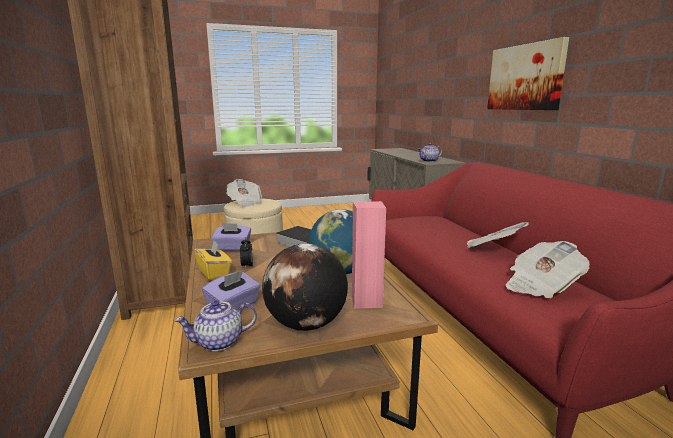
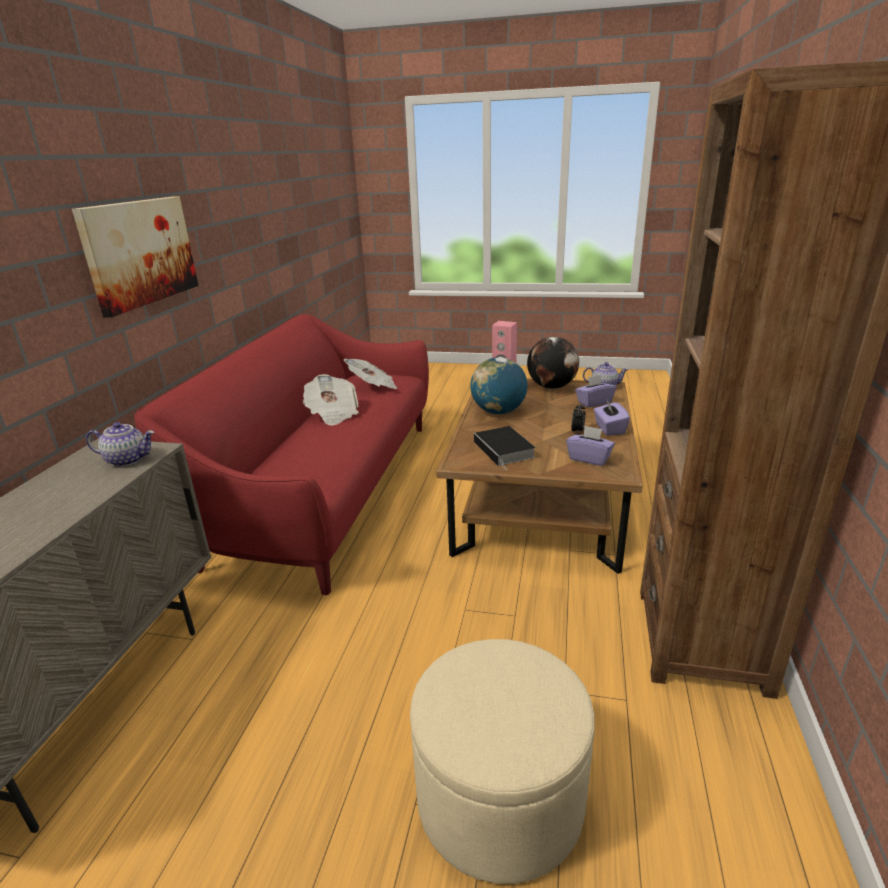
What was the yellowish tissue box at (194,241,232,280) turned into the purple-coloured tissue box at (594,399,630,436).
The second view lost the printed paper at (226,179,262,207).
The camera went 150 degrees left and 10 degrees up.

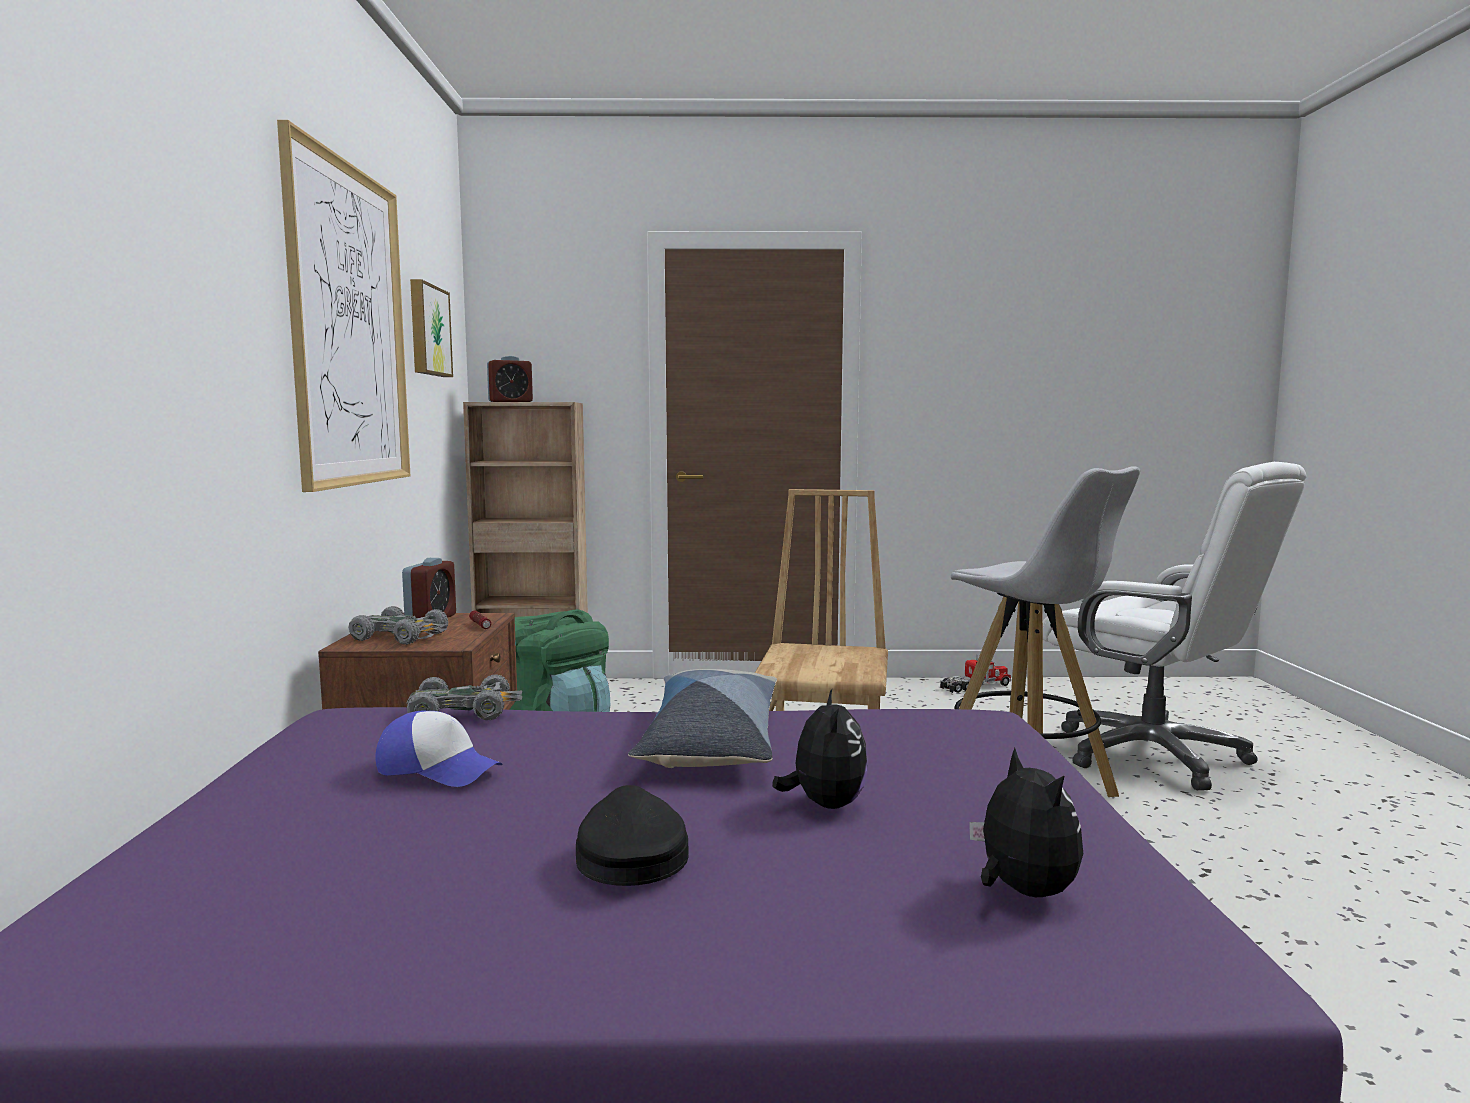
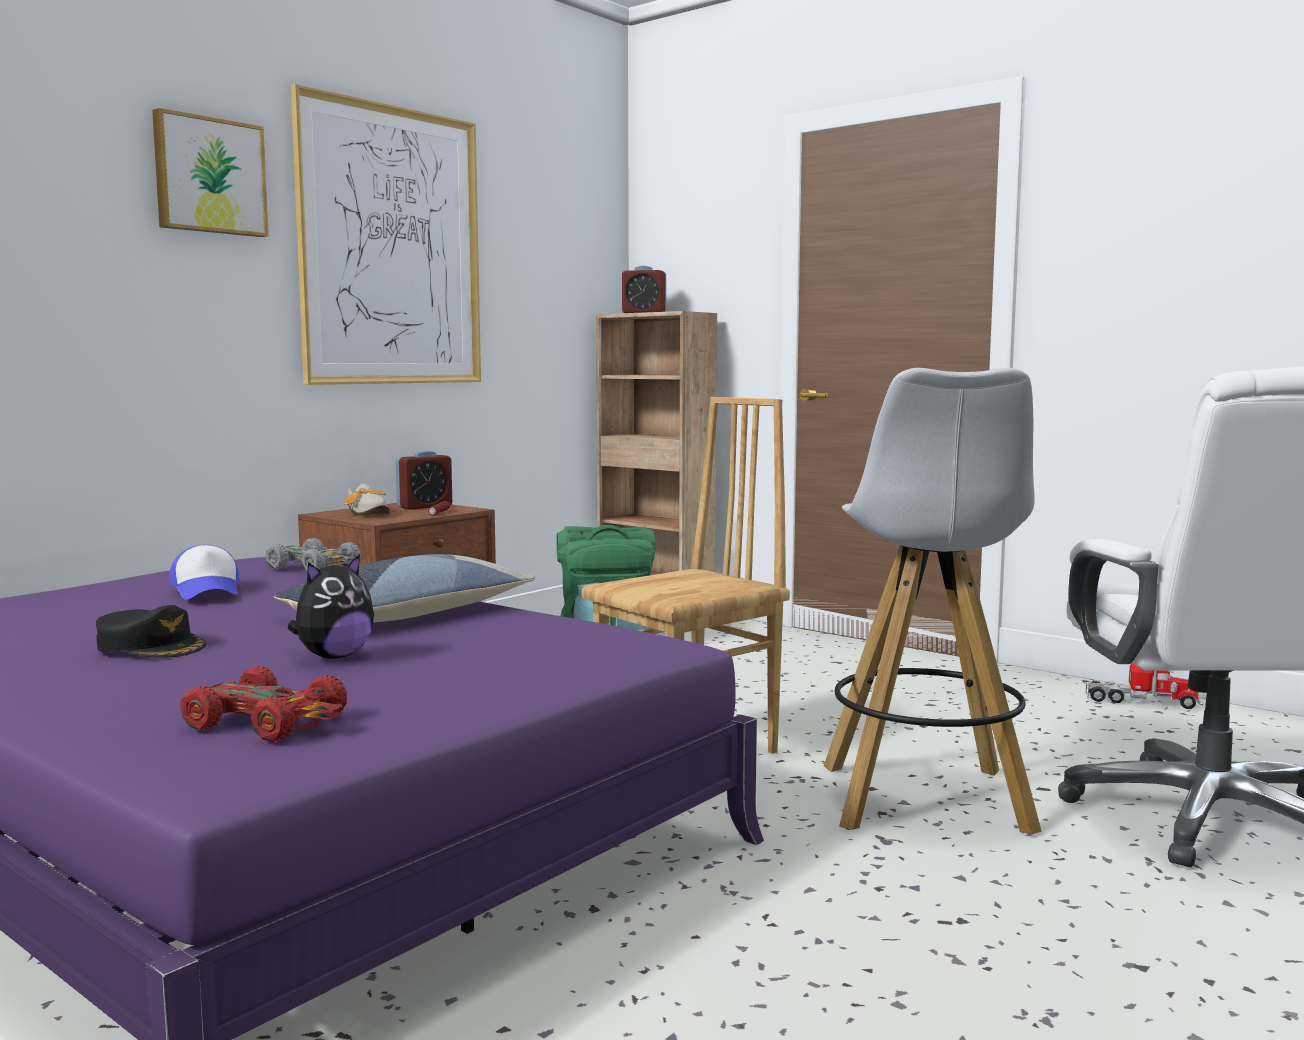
The blackish peaked cap at (576,785,688,886) ended up facing another way, 90 degrees clockwise from before.
The wall art ended up elsewhere, having gone from (410,279,453,377) to (152,108,269,237).
Where the plush toy stood at (969,748,1083,897), the red model car came to stand at (180,666,347,742).
Where the grey model car stood at (348,606,448,645), the shoe came to stand at (343,482,390,515).
The camera went 40 degrees right and 0 degrees up.

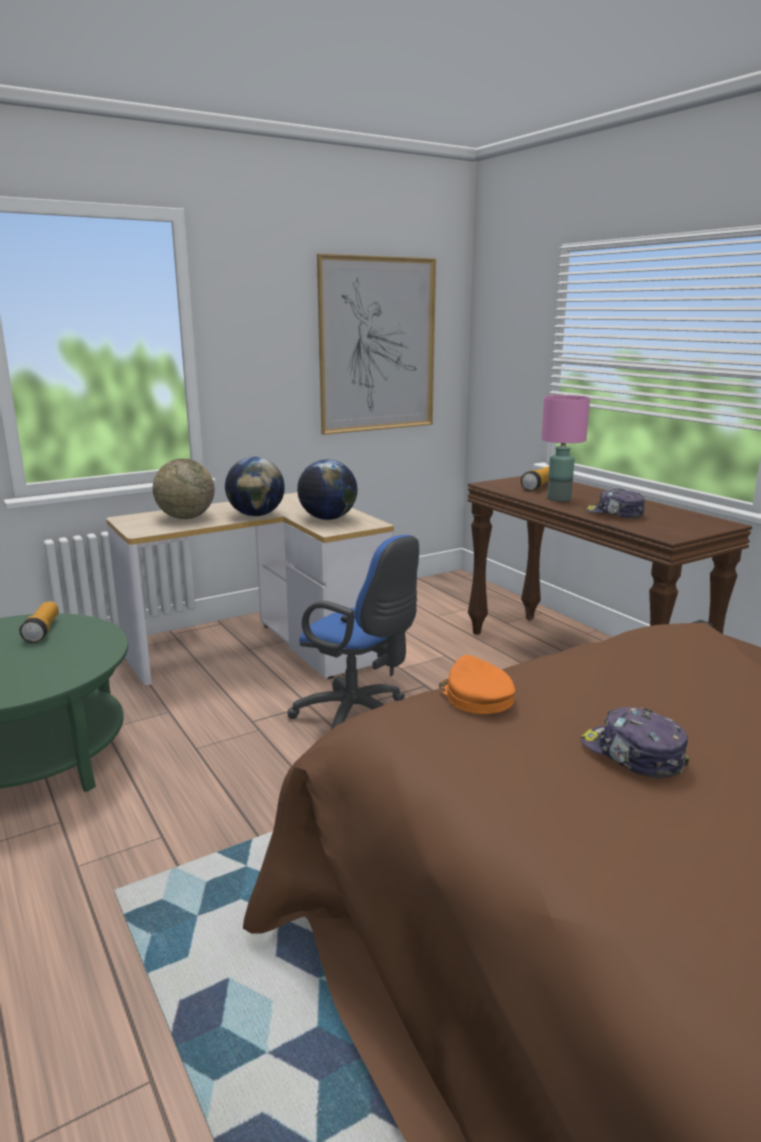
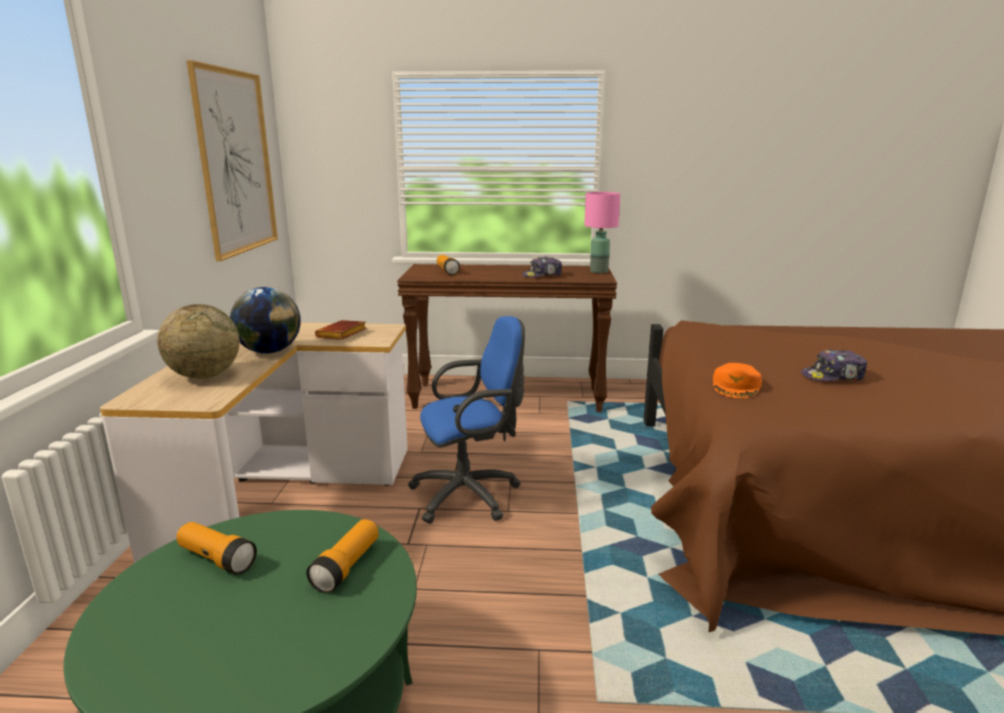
The second view gained the torch at (306,519,379,593).
Where the desk globe stood at (297,459,358,520), the brownish bound book came to stand at (315,320,367,340).
The pinkish table lamp ended up elsewhere, having gone from (541,395,590,501) to (584,192,620,273).
The orange-coloured peaked cap at (439,655,515,714) ended up facing another way, 75 degrees counterclockwise from before.
The camera went 55 degrees left and 0 degrees up.

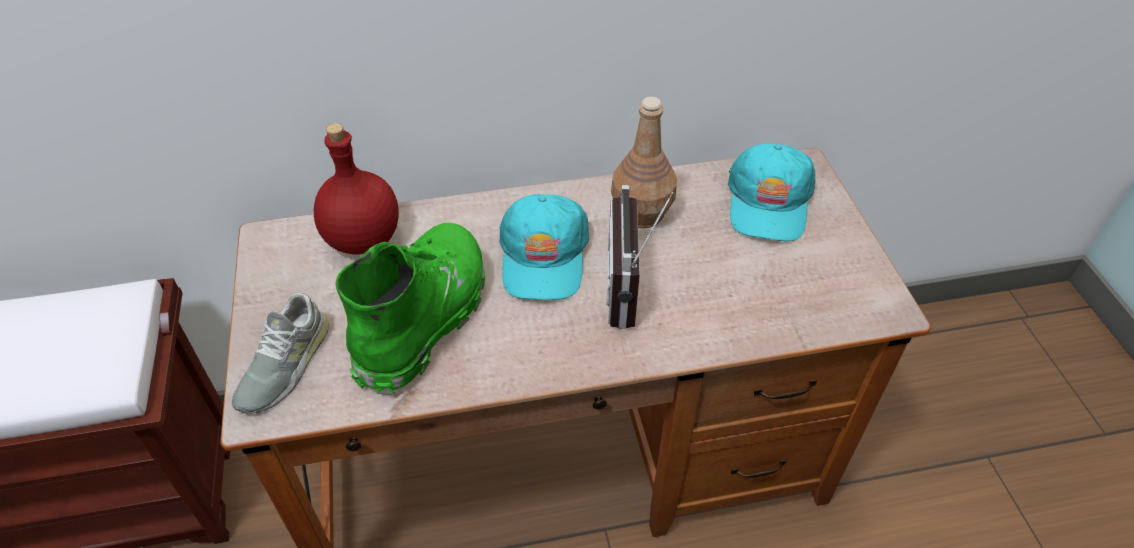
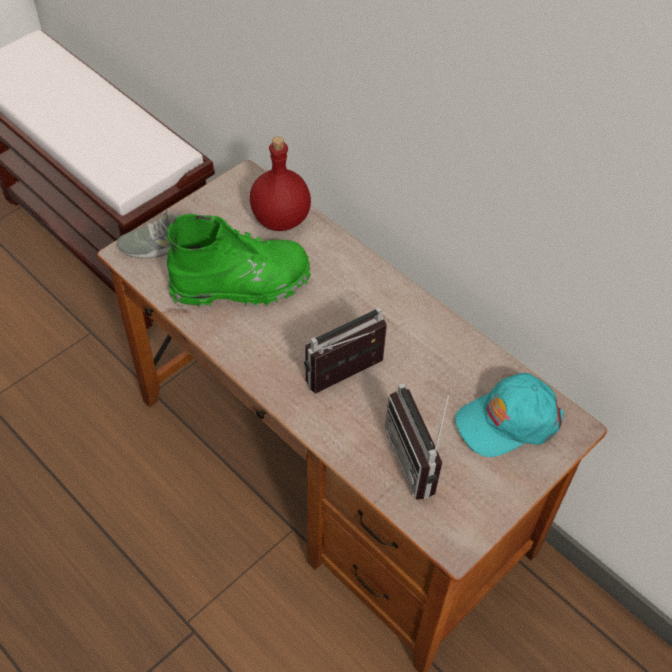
The second view gained the radio receiver at (385,383,451,500).
The second view lost the turquoise peaked cap at (499,194,589,300).
The second view lost the brownish bottle at (611,97,677,228).
The camera went 55 degrees right and 5 degrees up.

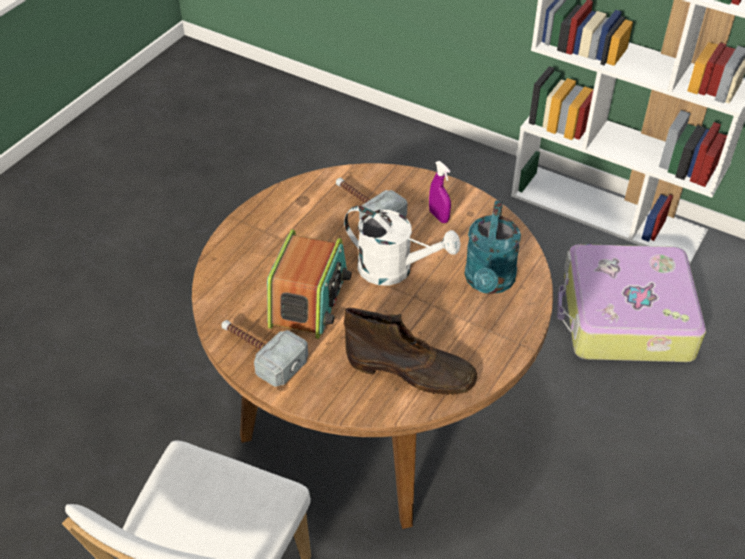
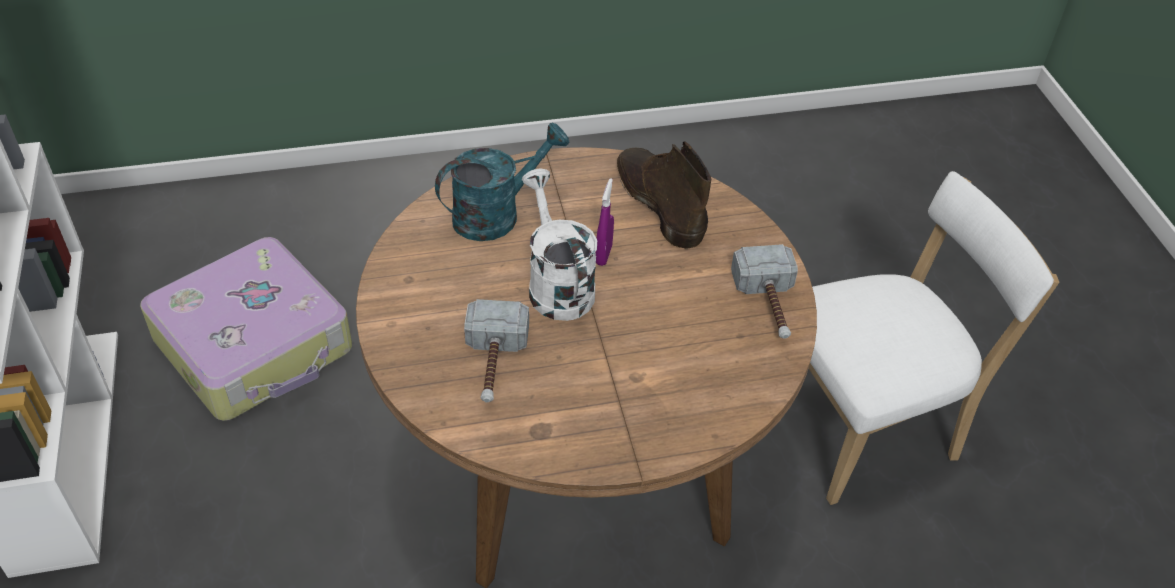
The purple-coloured spray bottle ended up elsewhere, having gone from (429,161,451,223) to (596,178,614,266).
The second view lost the radio receiver at (267,229,352,339).
The camera went 135 degrees left and 0 degrees up.

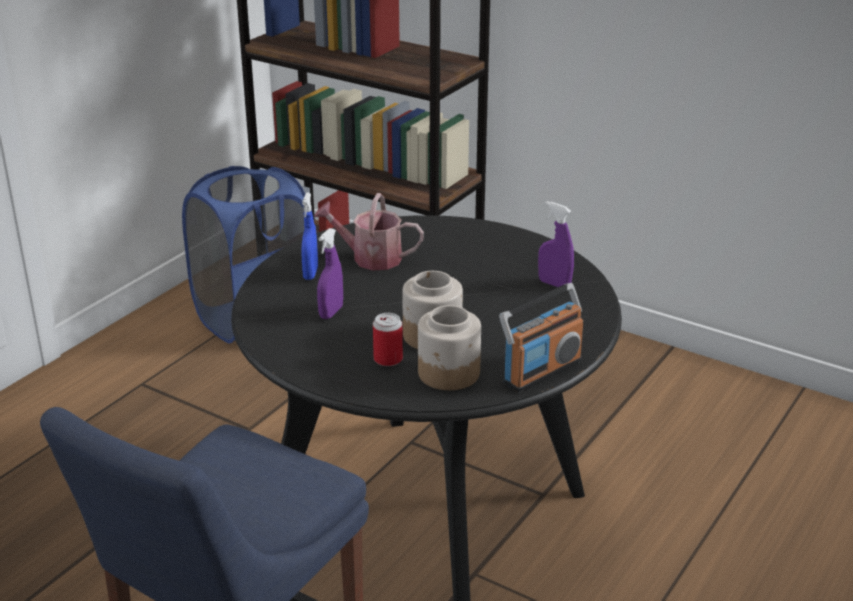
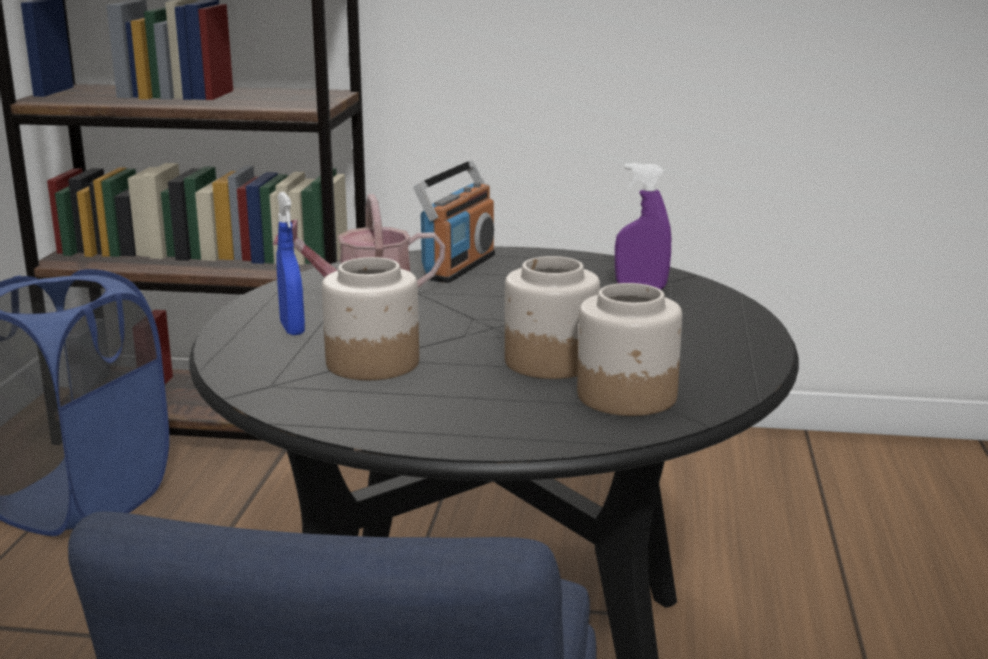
Where the purple-coloured spray bottle stood at (317,228,343,319), the storage jar came to stand at (322,257,419,380).
The radio receiver ended up elsewhere, having gone from (499,283,584,392) to (413,160,495,283).
The second view lost the can at (373,313,403,366).
The camera went 25 degrees left and 10 degrees down.

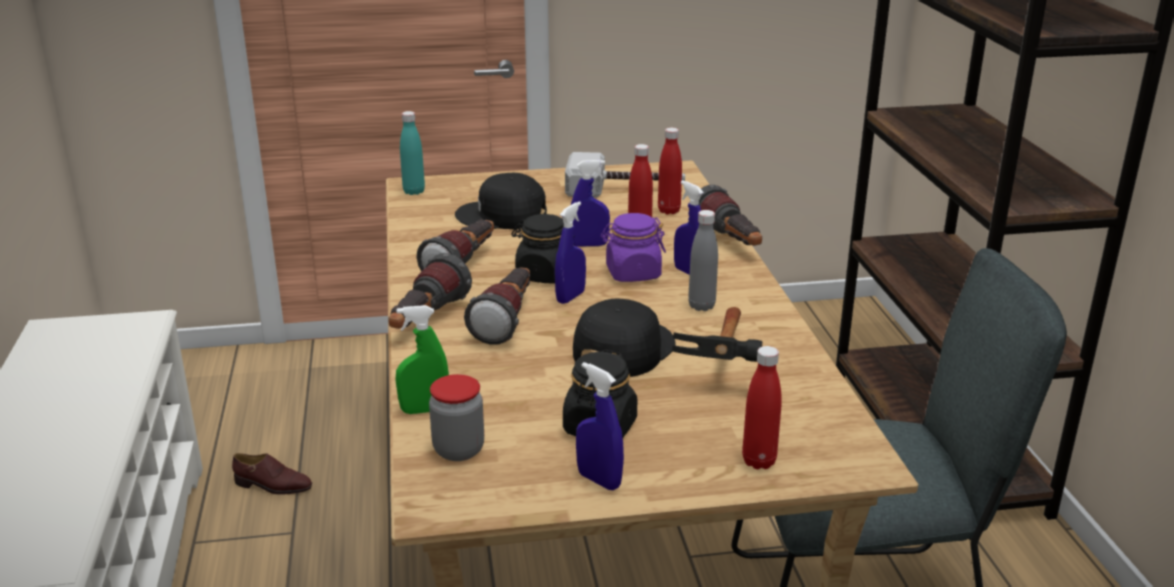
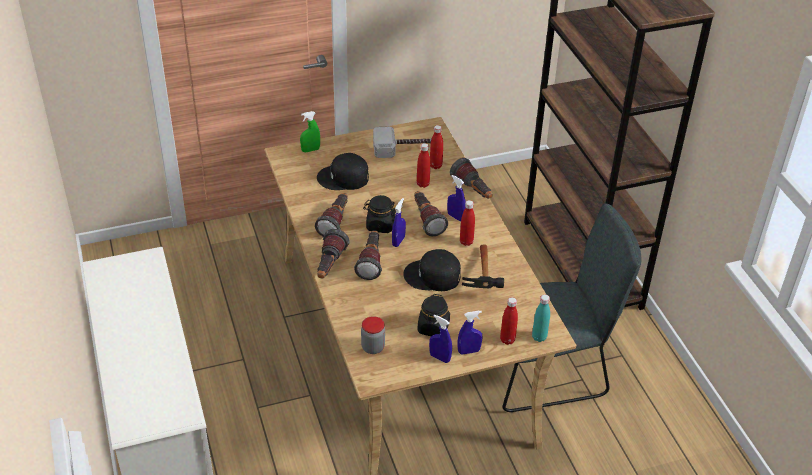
The greenish spray bottle ended up elsewhere, having gone from (395,305,449,414) to (300,111,320,152).
The blackish peaked cap at (573,299,676,377) ended up facing another way, 105 degrees counterclockwise from before.
Where the purple-coloured storage jar stood at (601,213,666,282), the torch came to stand at (414,191,448,236).
The blue spray bottle ended up elsewhere, having gone from (571,160,610,246) to (458,310,482,355).
What was the grey bottle at (688,210,718,311) turned into the red bottle at (460,200,475,246).
The turquoise bottle ended up elsewhere, having gone from (400,111,425,195) to (532,294,550,342).
The second view lost the brownish shoe at (232,453,312,495).
The camera went 10 degrees left and 15 degrees up.

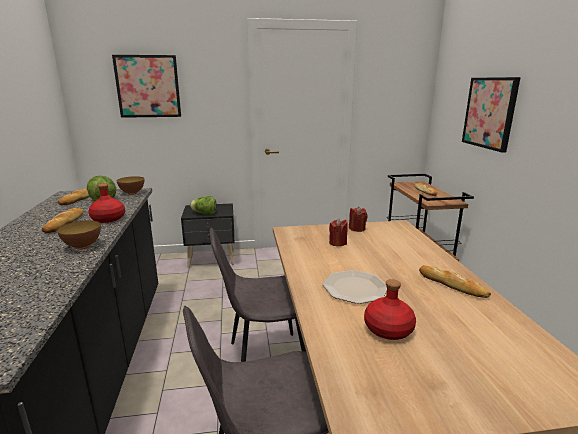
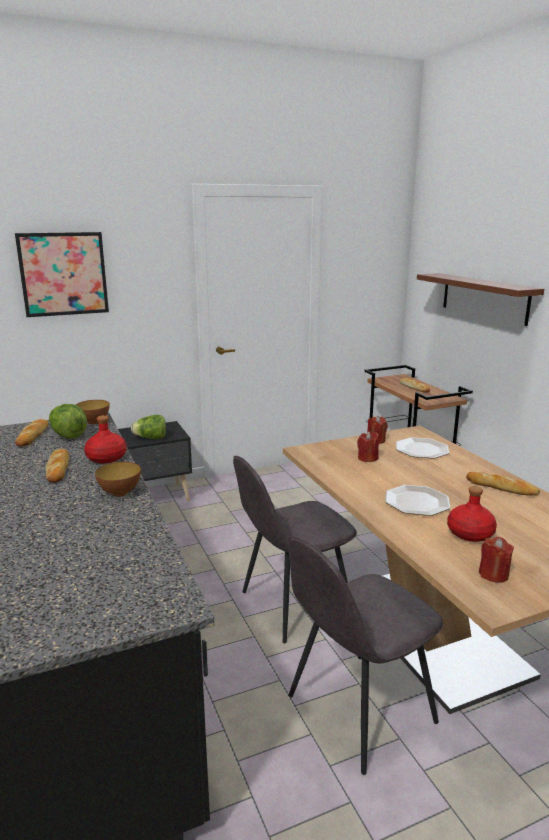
The second view gained the flat dish at (396,437,449,459).
Where the wall art hung at (462,77,521,152), the brownish bracket shelf came to hang at (417,273,544,326).
The second view gained the red wax candle at (479,537,514,583).
The camera went 15 degrees left and 0 degrees up.

